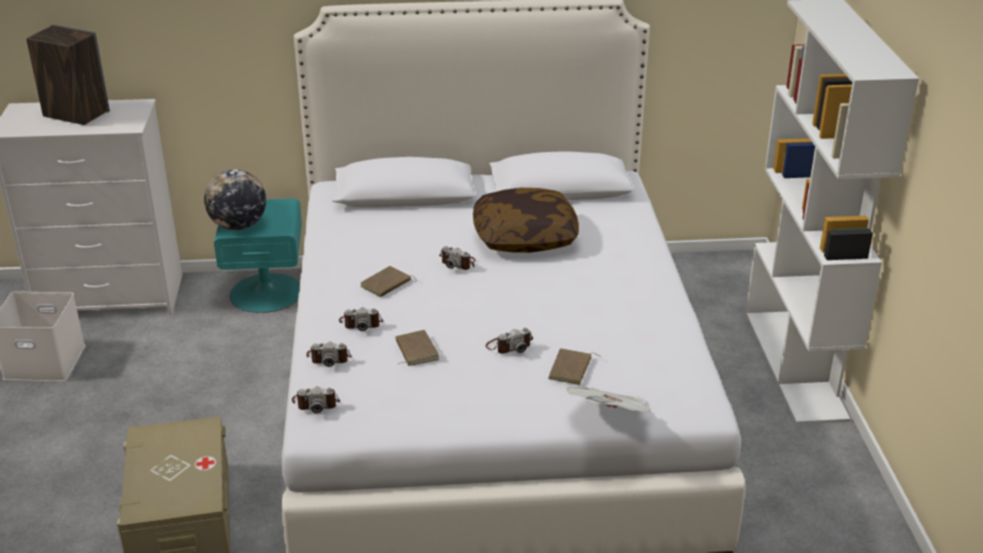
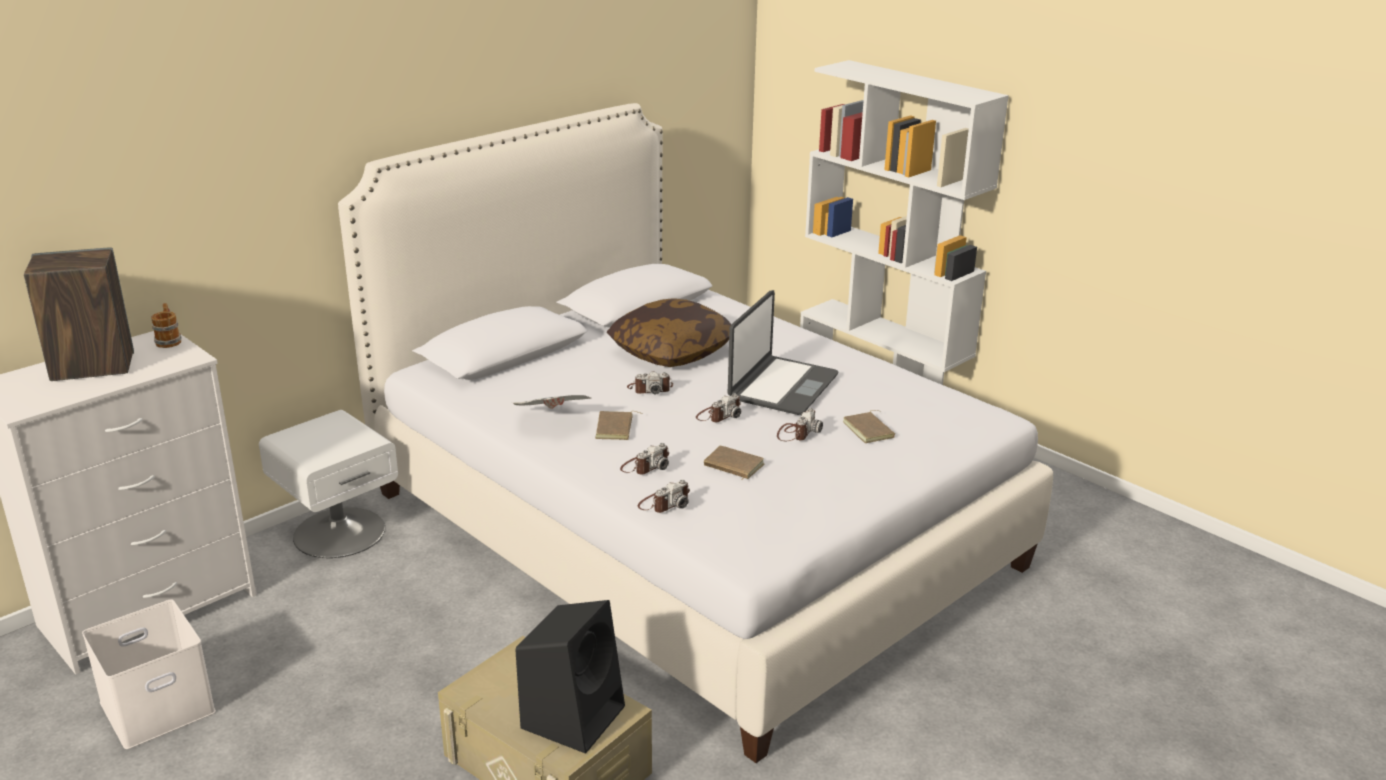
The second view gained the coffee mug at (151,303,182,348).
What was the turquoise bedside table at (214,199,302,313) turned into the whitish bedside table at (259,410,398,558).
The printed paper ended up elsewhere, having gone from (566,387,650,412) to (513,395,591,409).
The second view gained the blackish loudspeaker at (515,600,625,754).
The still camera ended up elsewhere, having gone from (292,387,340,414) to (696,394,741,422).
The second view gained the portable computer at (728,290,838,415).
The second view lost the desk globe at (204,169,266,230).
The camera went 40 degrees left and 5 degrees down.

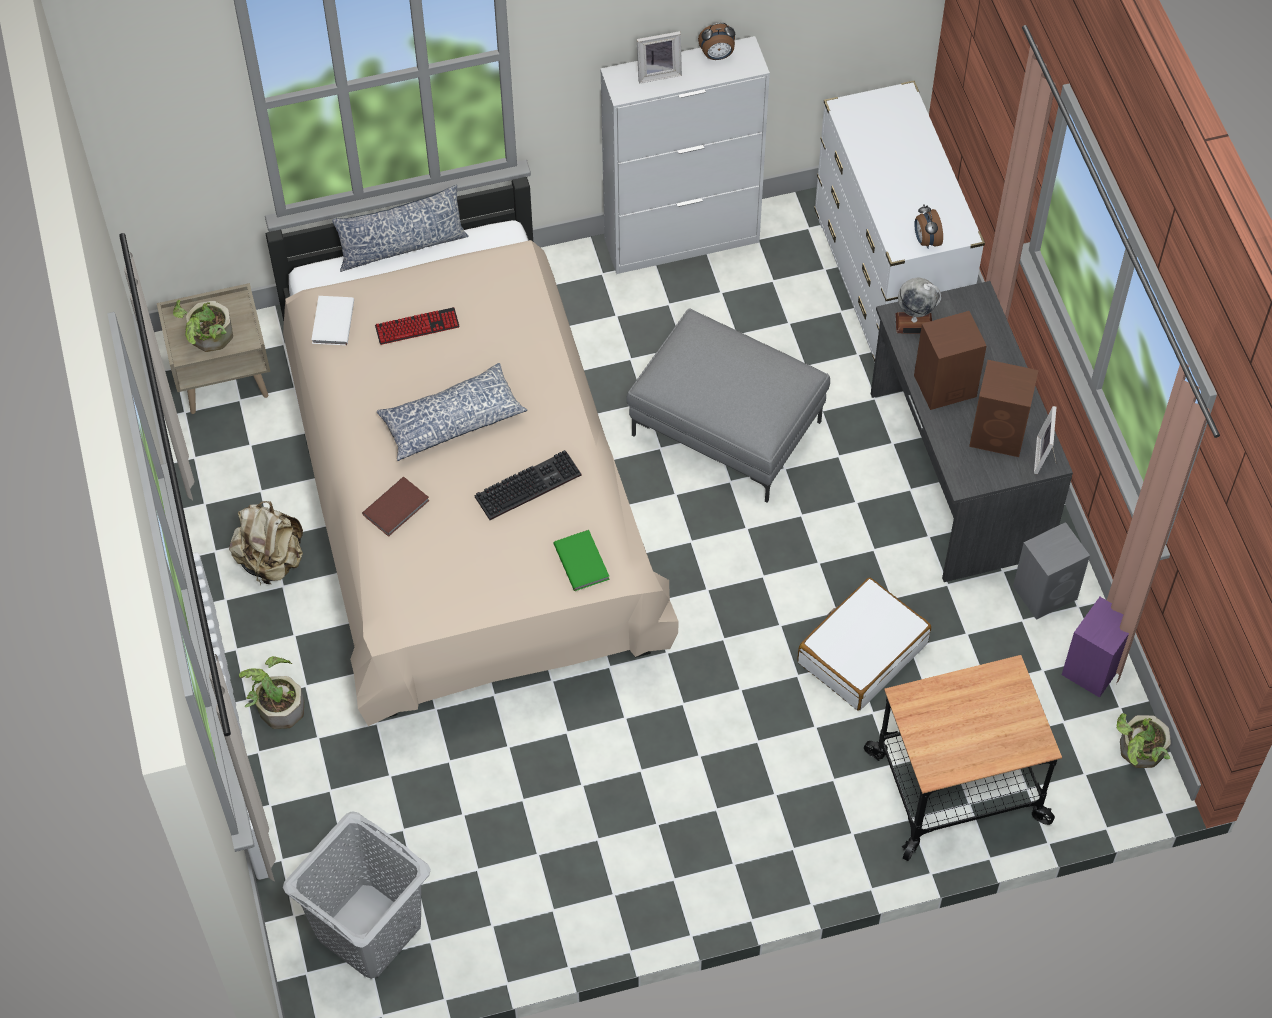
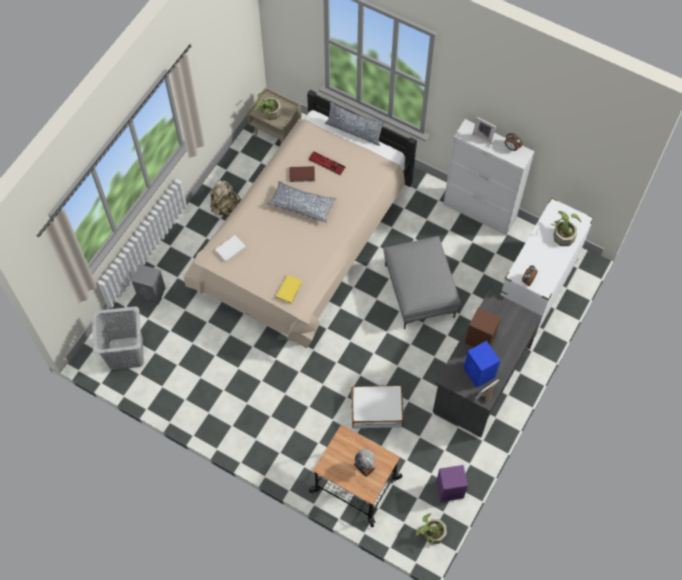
The grey loudspeaker ended up elsewhere, having gone from (1013,522,1090,620) to (132,264,165,305).
The whitish bound book ended up elsewhere, having gone from (311,296,354,345) to (215,235,246,262).
What was the greenish bound book at (554,530,610,591) turned into the yellowish bound book at (276,275,303,304).
The brownish bound book ended up elsewhere, having gone from (362,477,429,537) to (289,166,315,182).
The desk globe ended up elsewhere, having gone from (895,278,941,334) to (354,449,375,477).
What was the brownish loudspeaker at (969,360,1039,457) turned into the blue loudspeaker at (464,341,500,388).
The plant in a pot ended up elsewhere, having gone from (239,656,304,729) to (551,211,581,246).
The second view lost the computer keyboard at (475,450,581,520).
The camera went 45 degrees right and 5 degrees up.

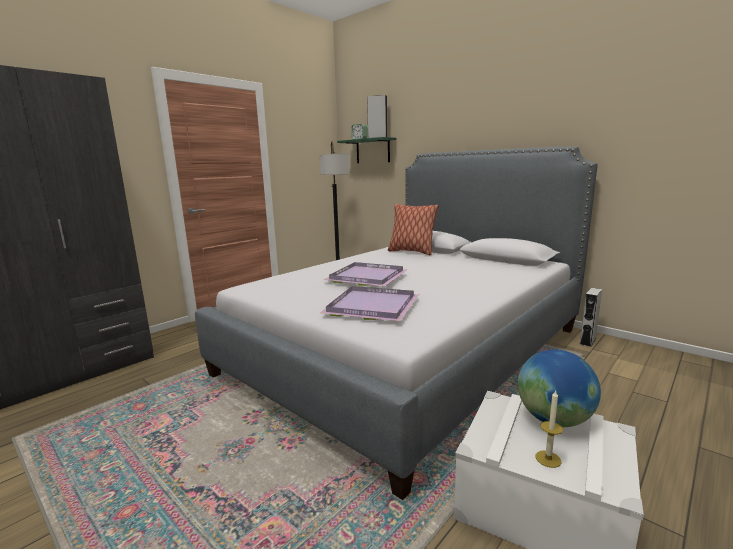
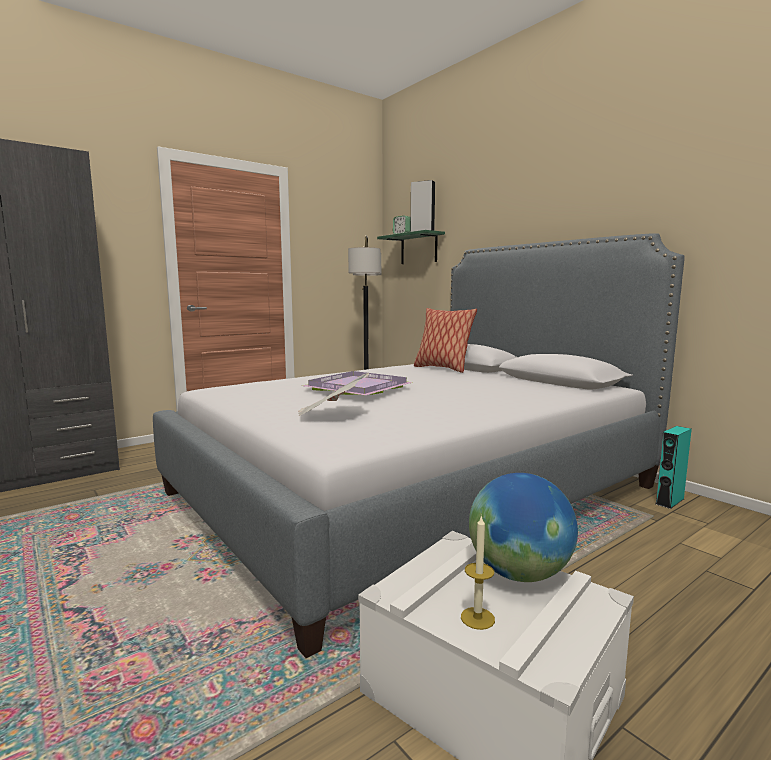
Where the purple-coloured carrying tray stood at (320,286,419,321), the printed paper came to stand at (298,373,369,416).
What was the grey loudspeaker at (579,288,602,347) turned into the turquoise loudspeaker at (656,426,692,509).
The camera went 10 degrees right and 5 degrees down.

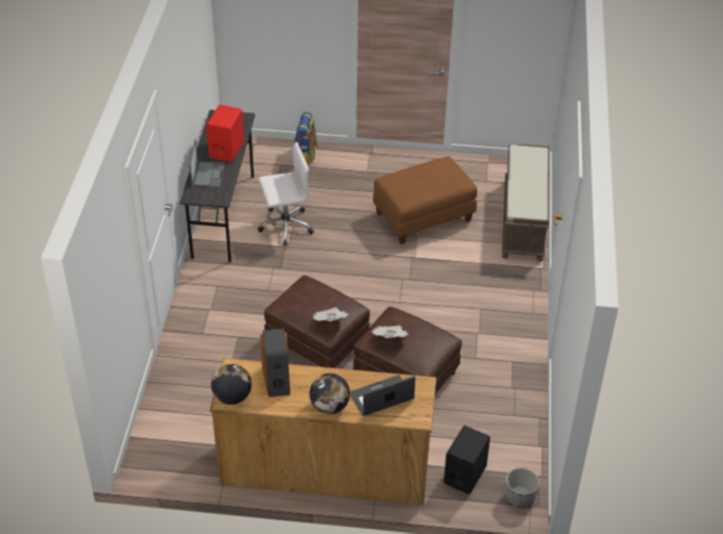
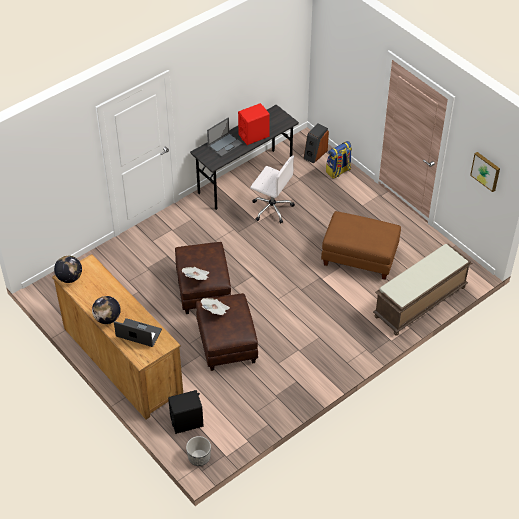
The loudspeaker ended up elsewhere, having gone from (260,329,290,397) to (303,123,329,164).
The second view gained the wall art at (470,152,500,192).
The camera went 45 degrees right and 5 degrees up.

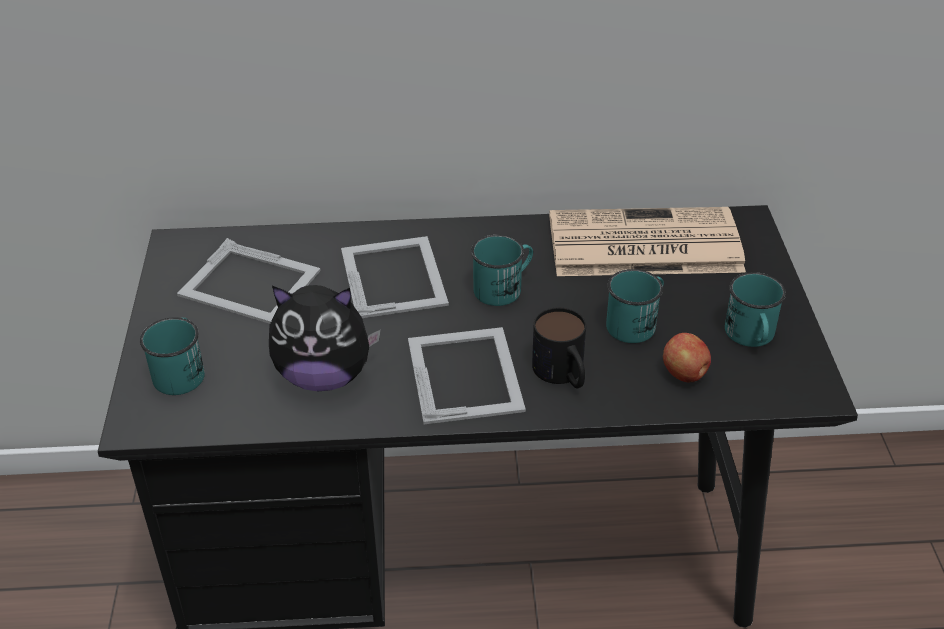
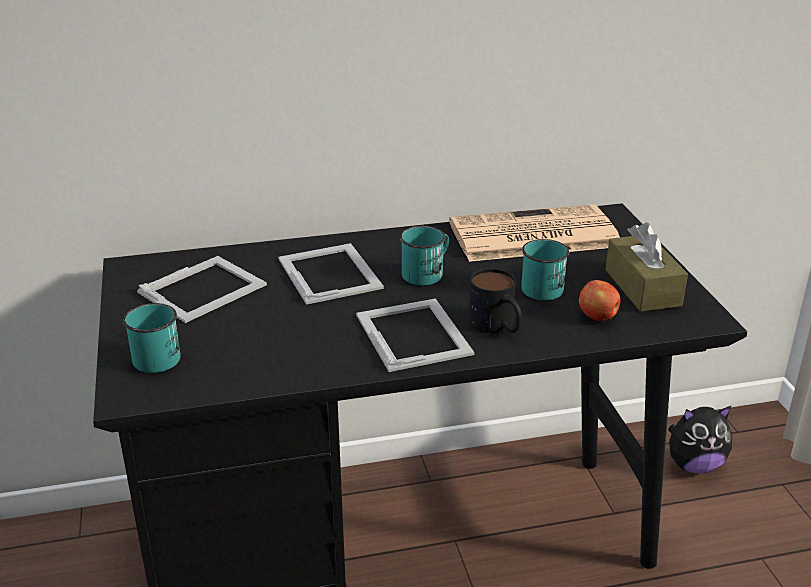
The picture frame at (177,238,321,324) ended up facing another way, 60 degrees counterclockwise from before.
Where the turquoise coffee mug stood at (725,272,786,347), the brownish tissue box came to stand at (606,222,688,312).
The plush toy ended up elsewhere, having gone from (269,285,381,391) to (668,406,732,473).
The camera went 10 degrees left and 10 degrees down.

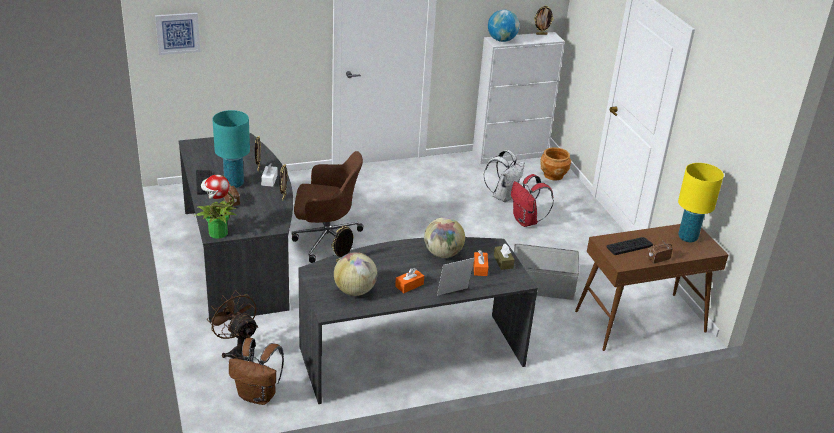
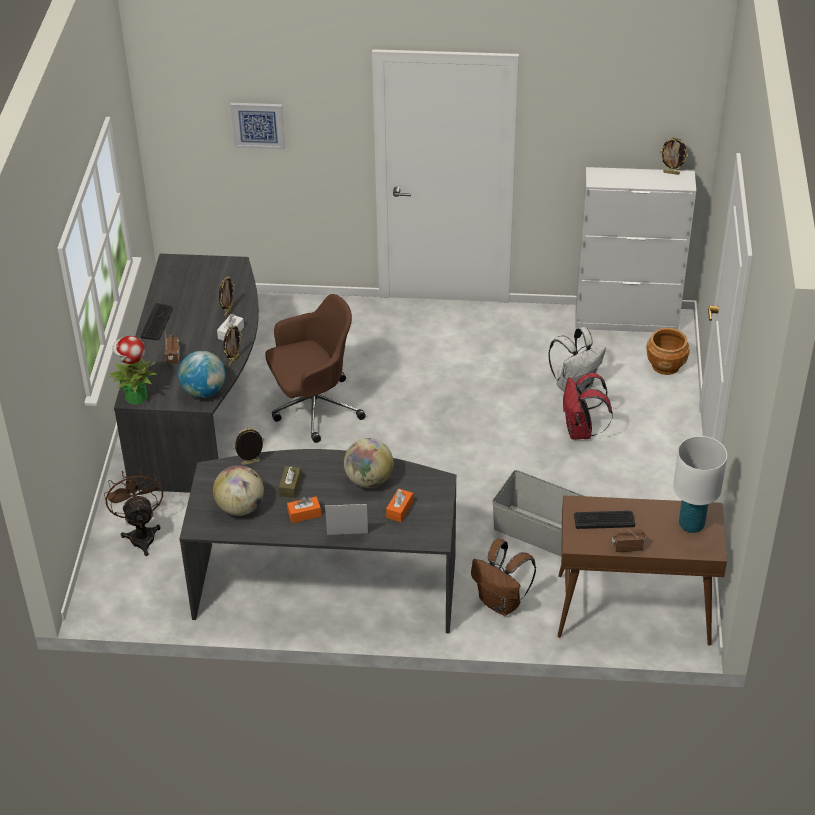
The desk globe ended up elsewhere, having gone from (488,10,519,42) to (178,351,225,398).
The wall art ended up elsewhere, having gone from (155,13,200,55) to (230,103,285,149).
The brownish desk chair at (291,151,363,263) ended up facing another way, 45 degrees counterclockwise from before.
The brownish tissue box ended up elsewhere, having gone from (494,243,515,270) to (279,466,301,498).
The brownish rucksack ended up elsewhere, having gone from (229,338,284,405) to (471,539,536,616).
What was the yellowish table lamp at (678,163,724,242) turned into the whitish table lamp at (673,436,727,533).
The second view lost the turquoise table lamp at (212,110,250,188).
The camera went 25 degrees right and 10 degrees up.

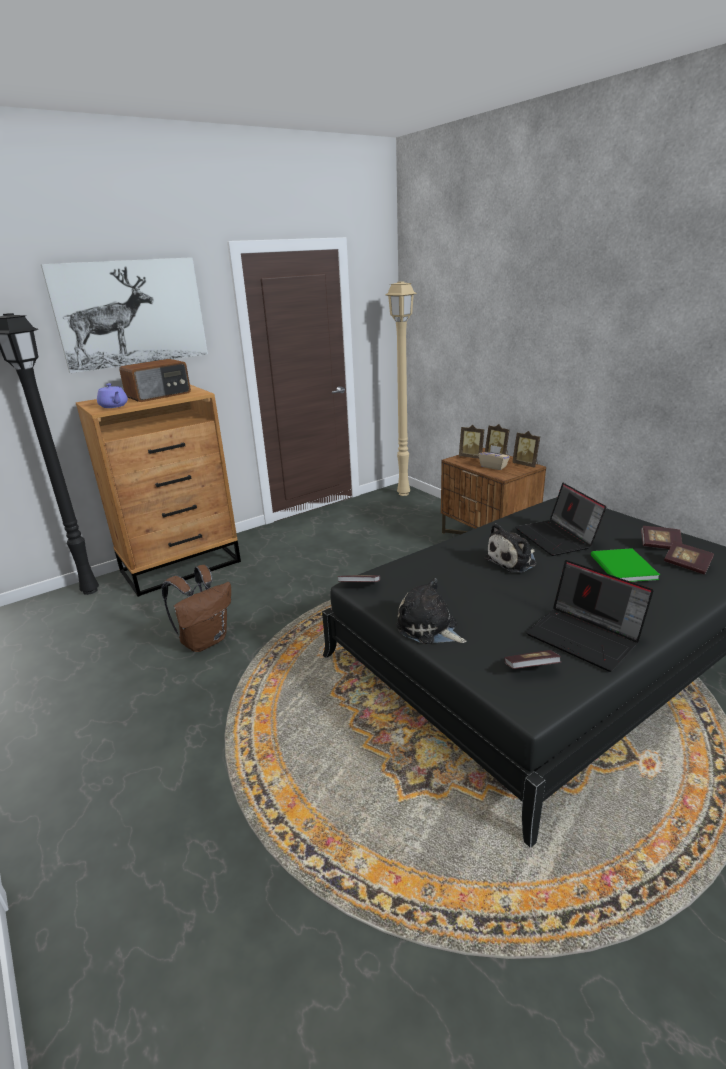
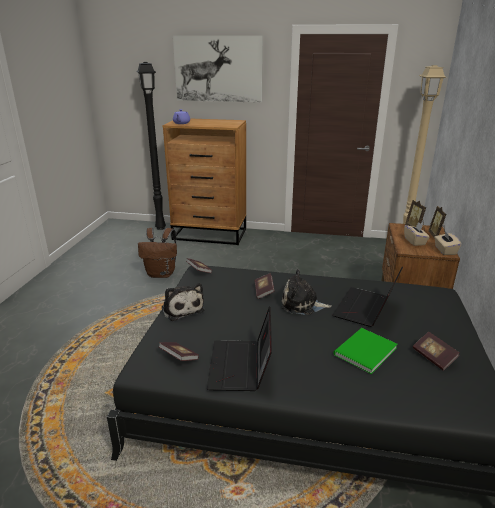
The plush toy at (396,578,466,644) ended up facing another way, 150 degrees clockwise from before.
The bound book ended up elsewhere, having gone from (664,541,714,575) to (254,273,274,299).
Where the picture frame stood at (512,431,540,468), the beige tissue box came to stand at (434,231,461,255).
The second view lost the radio receiver at (119,359,191,402).
The camera went 45 degrees right and 0 degrees up.

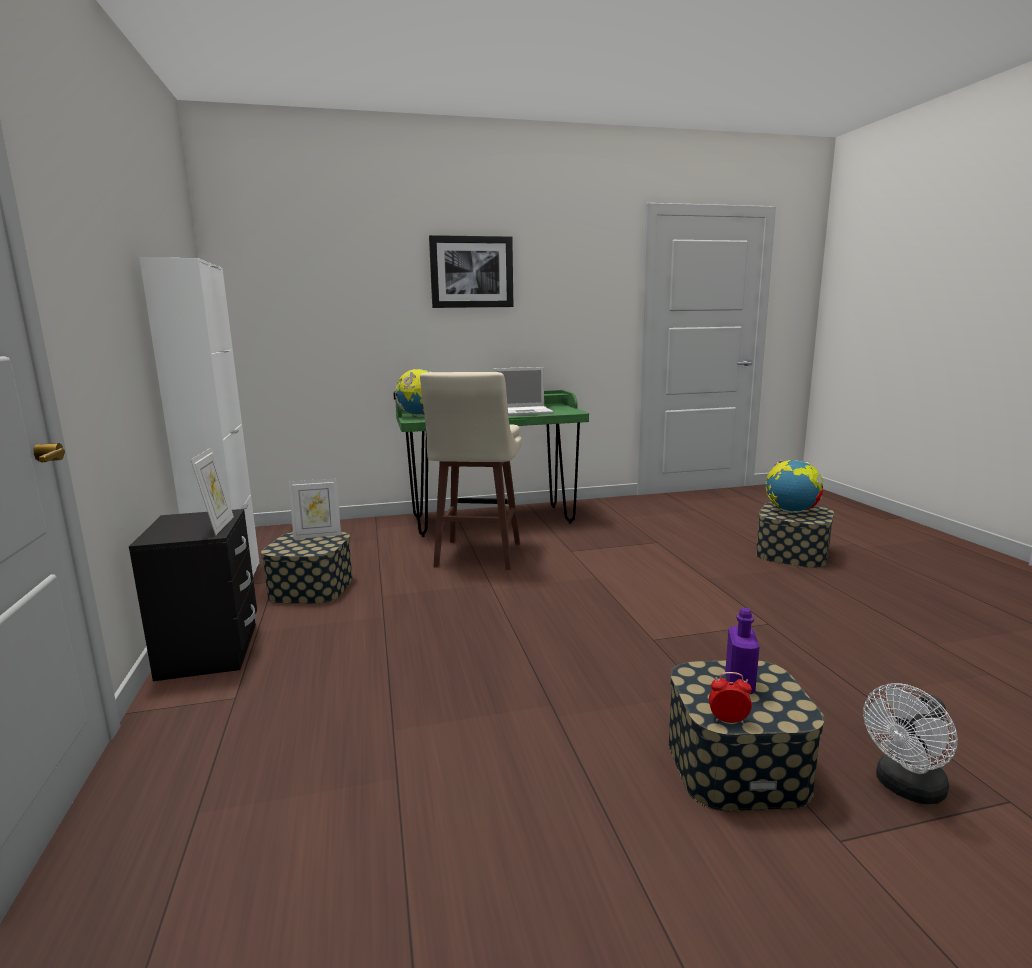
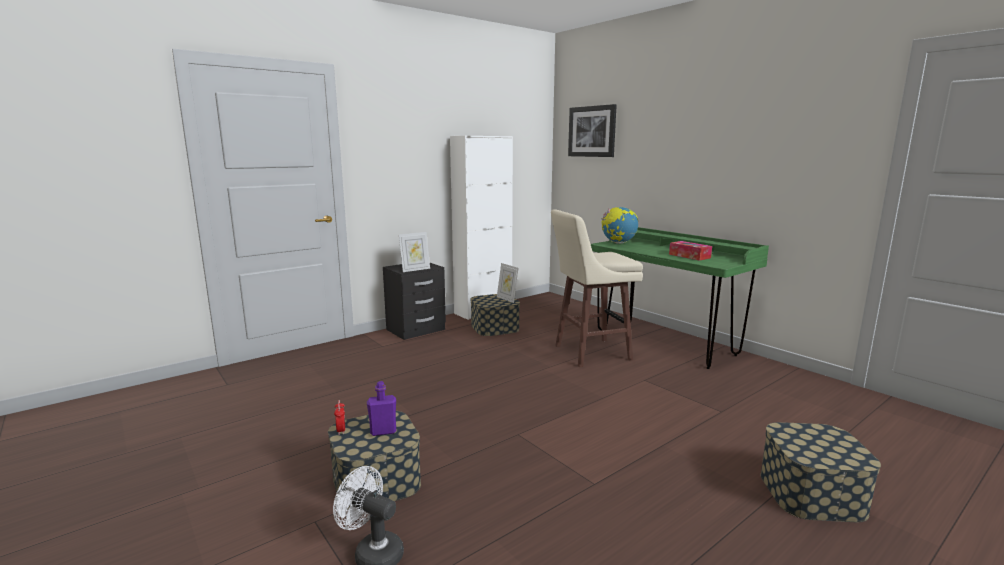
The wall art ended up elsewhere, having gone from (429,235,514,308) to (568,104,617,157).
Where the portable computer stood at (493,367,553,416), the tissue box came to stand at (669,241,712,261).
The second view lost the desk globe at (766,460,823,513).
The camera went 65 degrees right and 0 degrees up.

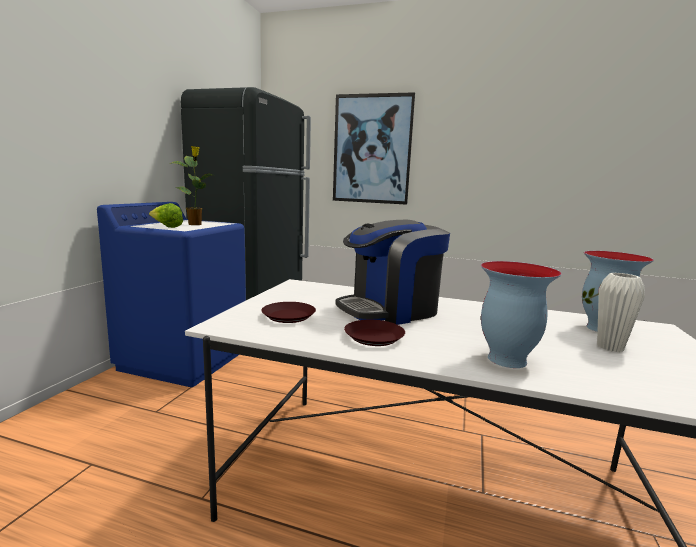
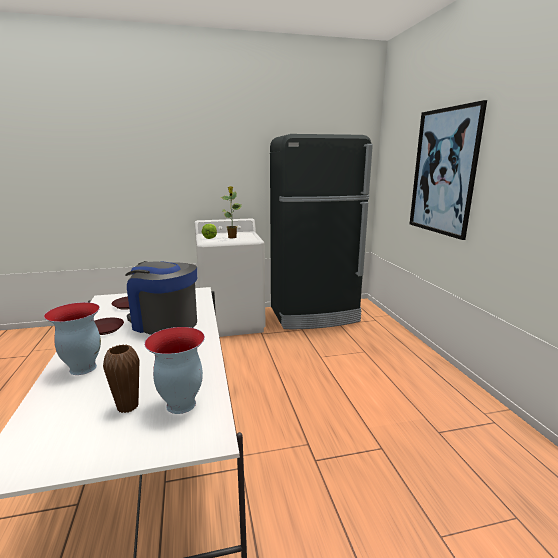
What was the whitish vase at (597,273,645,352) turned into the brownish vase at (103,344,139,413).
What was the blue washing machine at (97,202,246,387) turned into the whitish washing machine at (195,218,266,337).
The camera went 60 degrees right and 5 degrees up.

